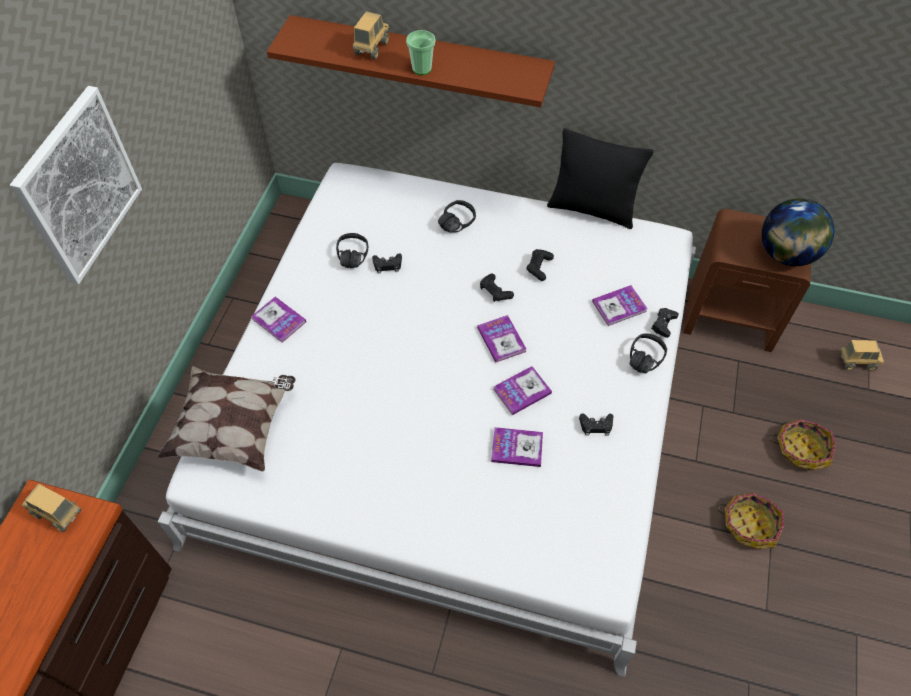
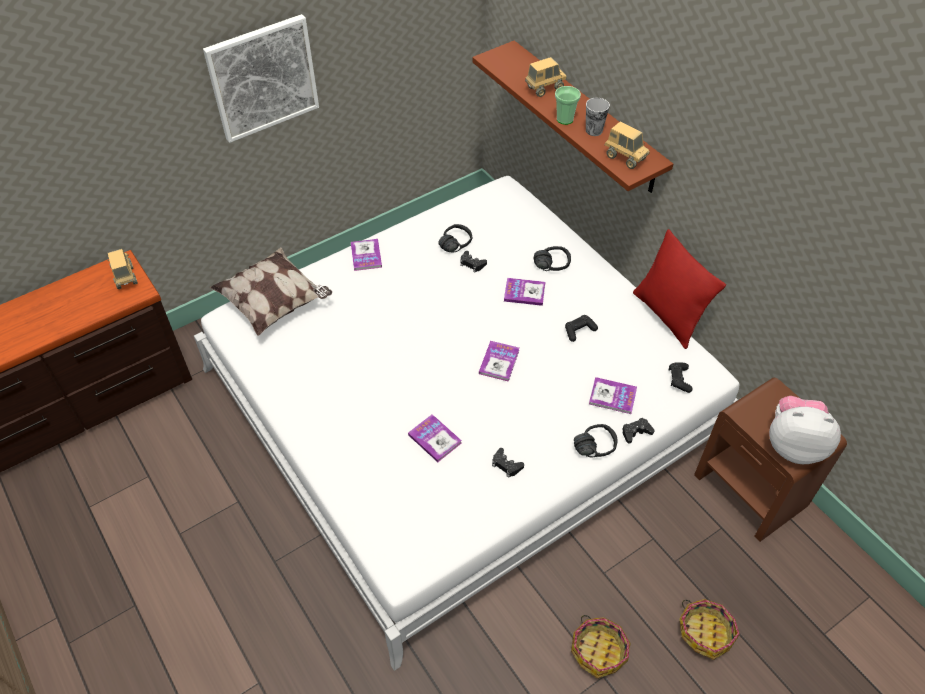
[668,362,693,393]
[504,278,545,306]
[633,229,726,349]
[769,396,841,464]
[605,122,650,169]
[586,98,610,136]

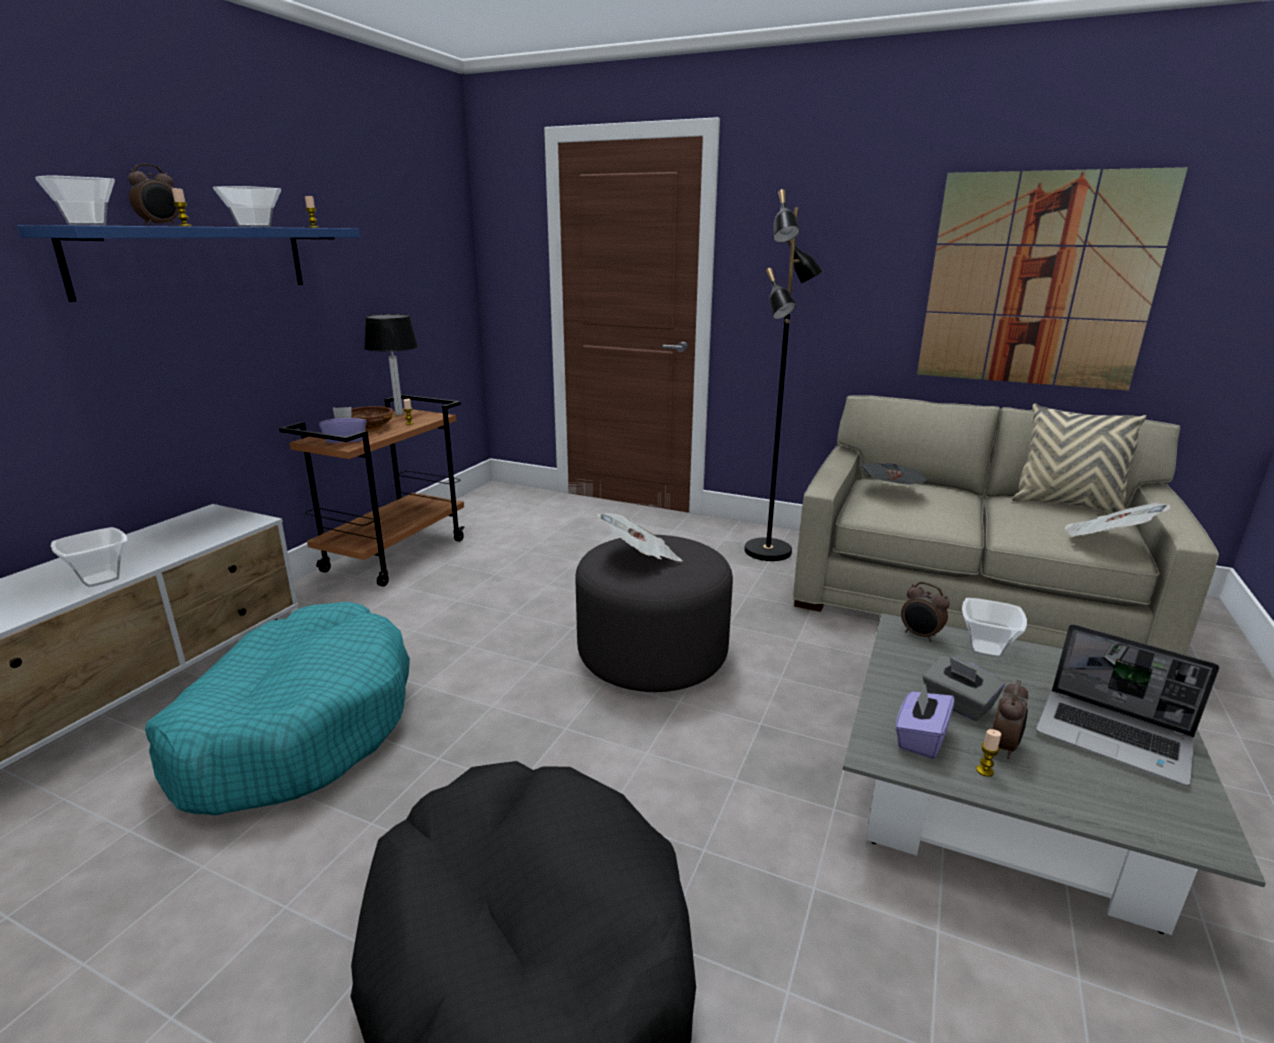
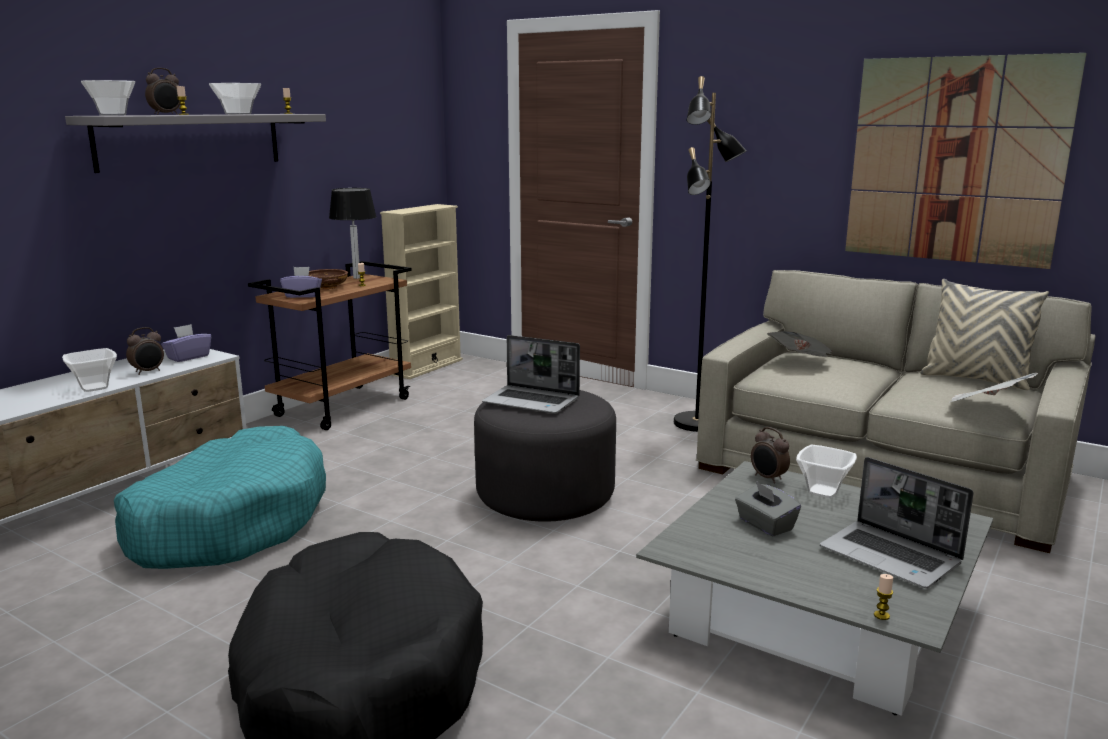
[65,114,326,173]
[482,335,580,414]
[161,324,211,362]
[874,574,893,620]
[126,327,164,375]
[380,204,463,379]

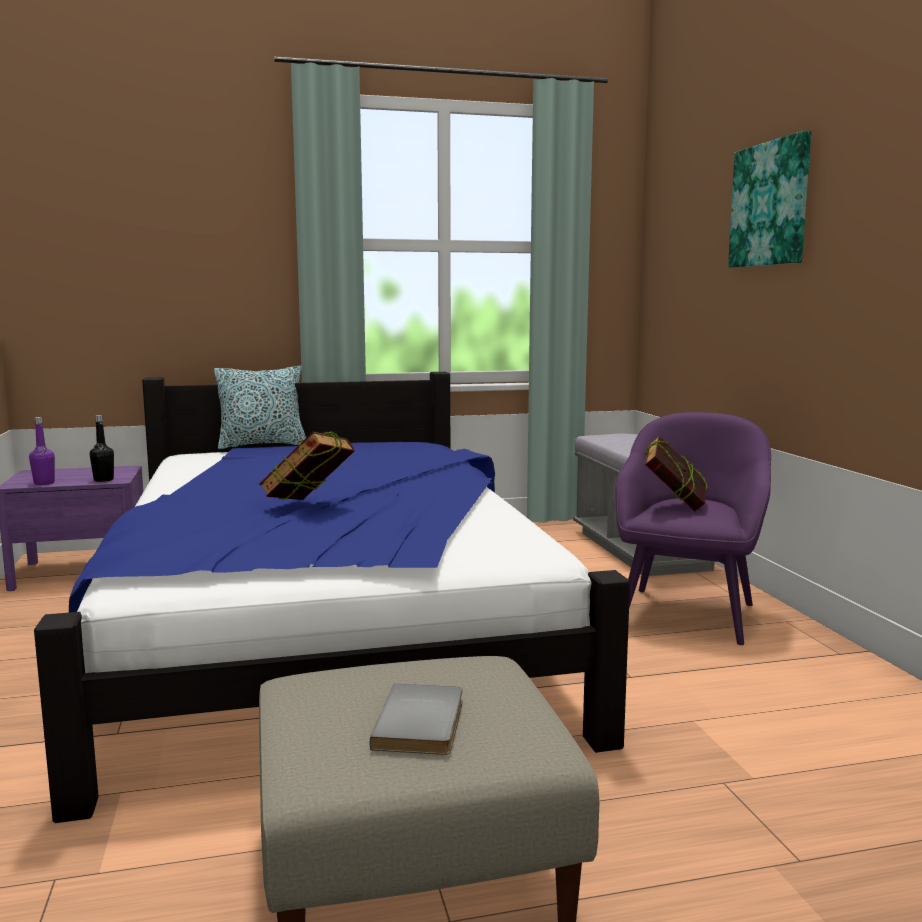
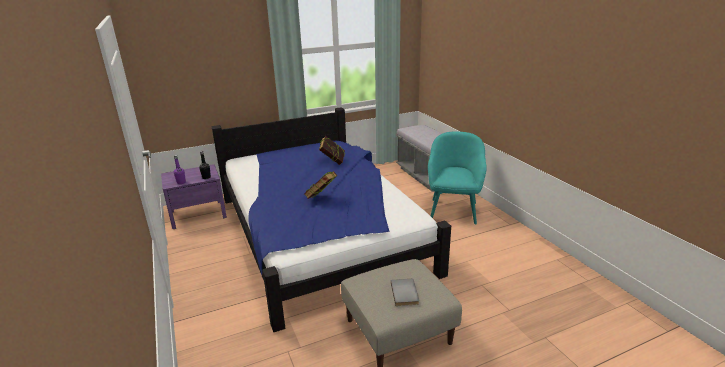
[214,365,306,450] (first image)
[428,131,487,224]
[319,136,345,165]
[728,131,811,268] (first image)

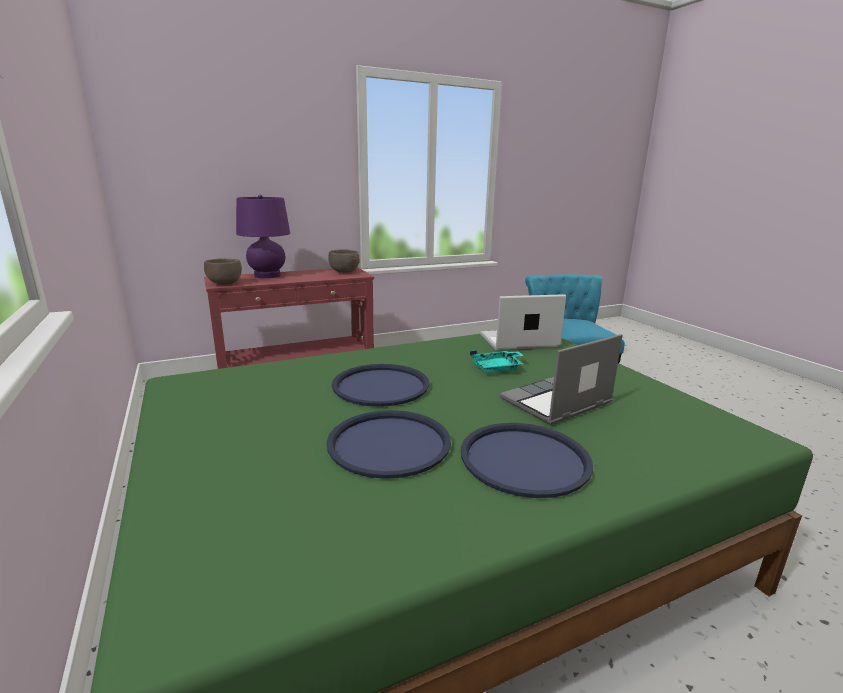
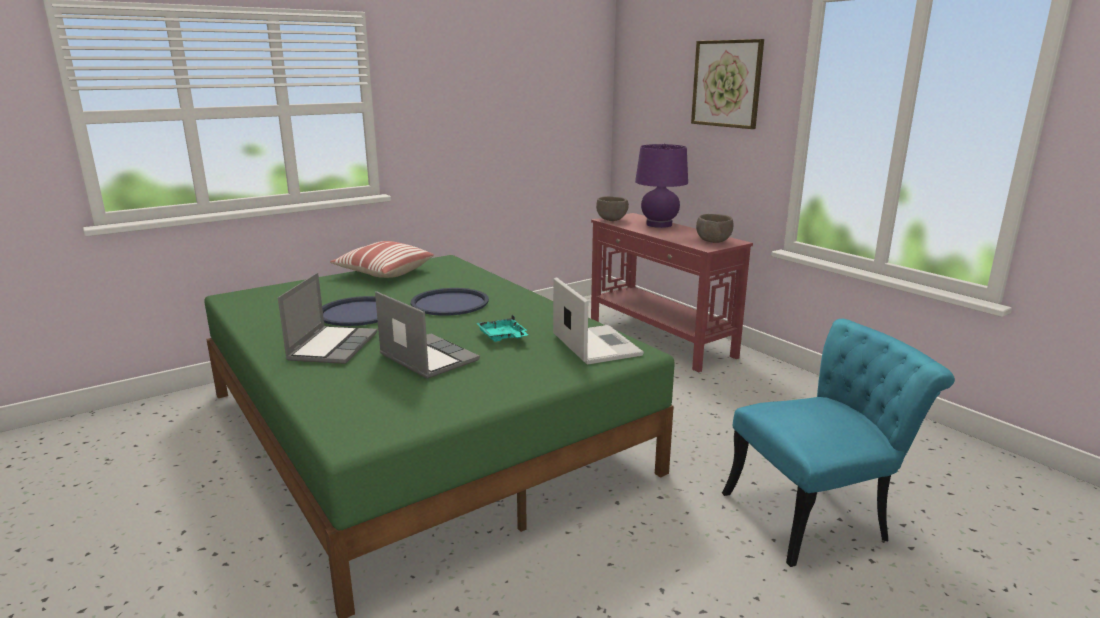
[278,273,377,364]
[330,241,434,278]
[691,39,764,129]

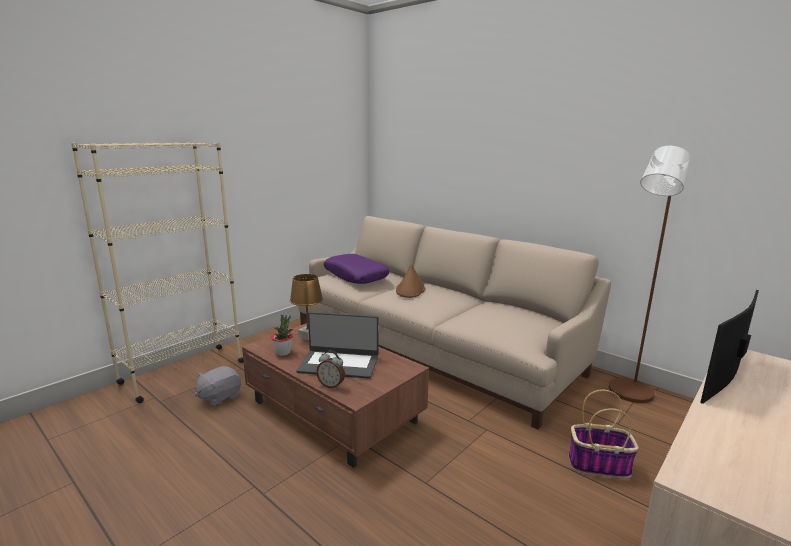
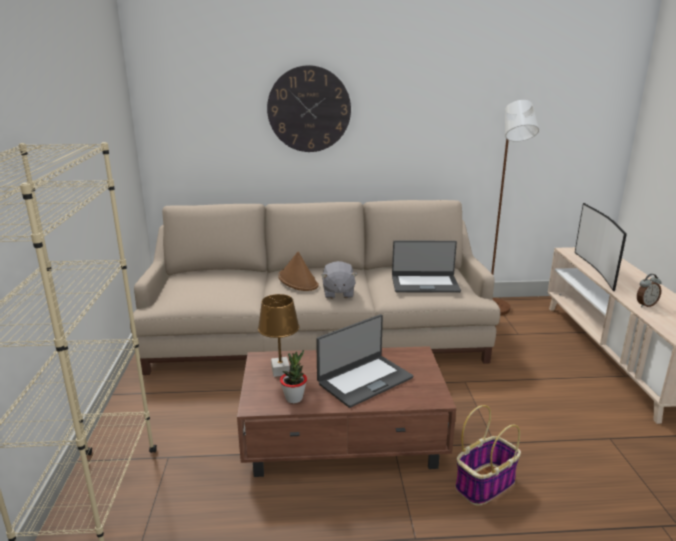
[321,261,358,299]
[637,274,661,307]
[324,254,389,284] (first image)
[455,405,521,506]
[267,65,351,152]
[392,241,461,293]

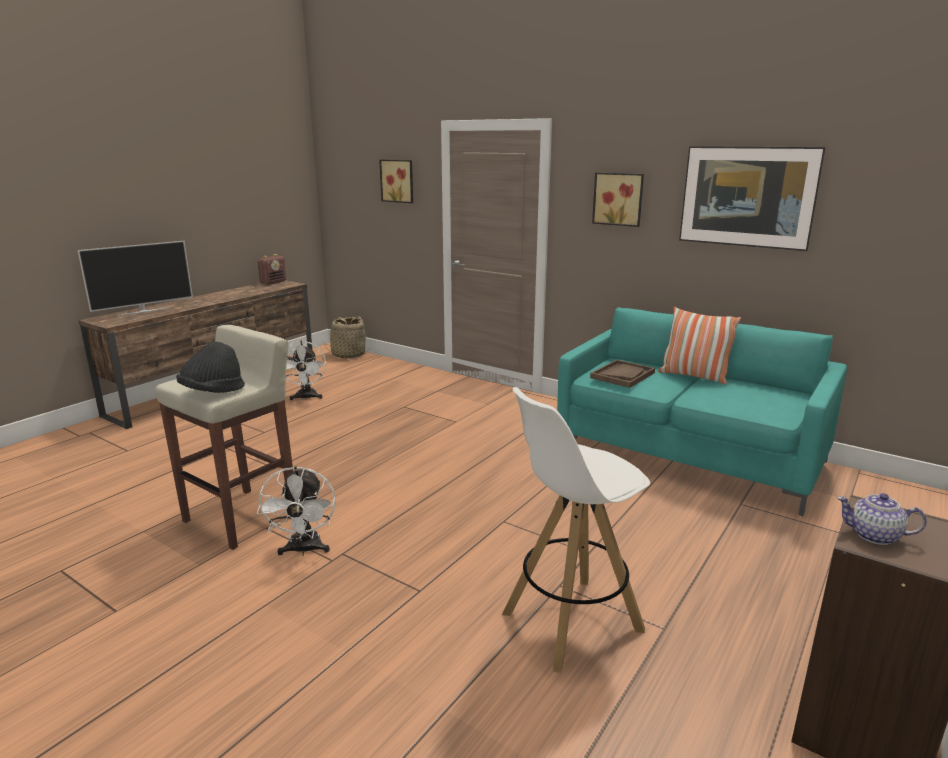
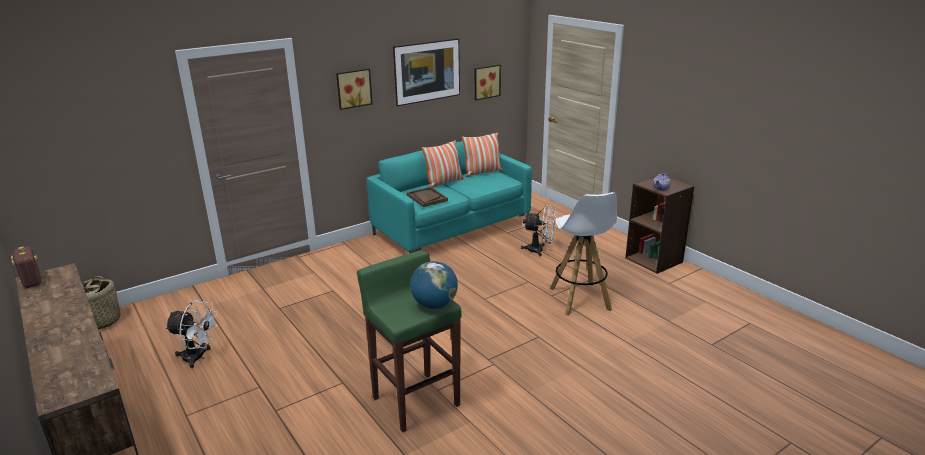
[77,241,193,316] (first image)
[357,251,462,432]
[410,261,458,309]
[521,205,556,256]
[475,65,501,100]
[462,132,503,177]

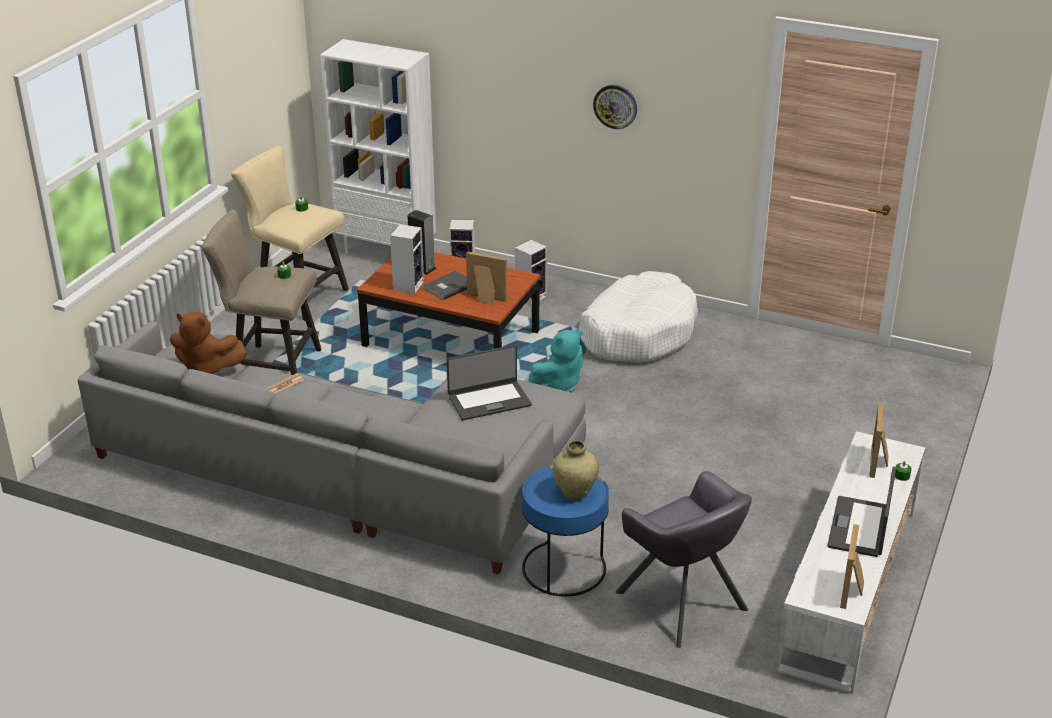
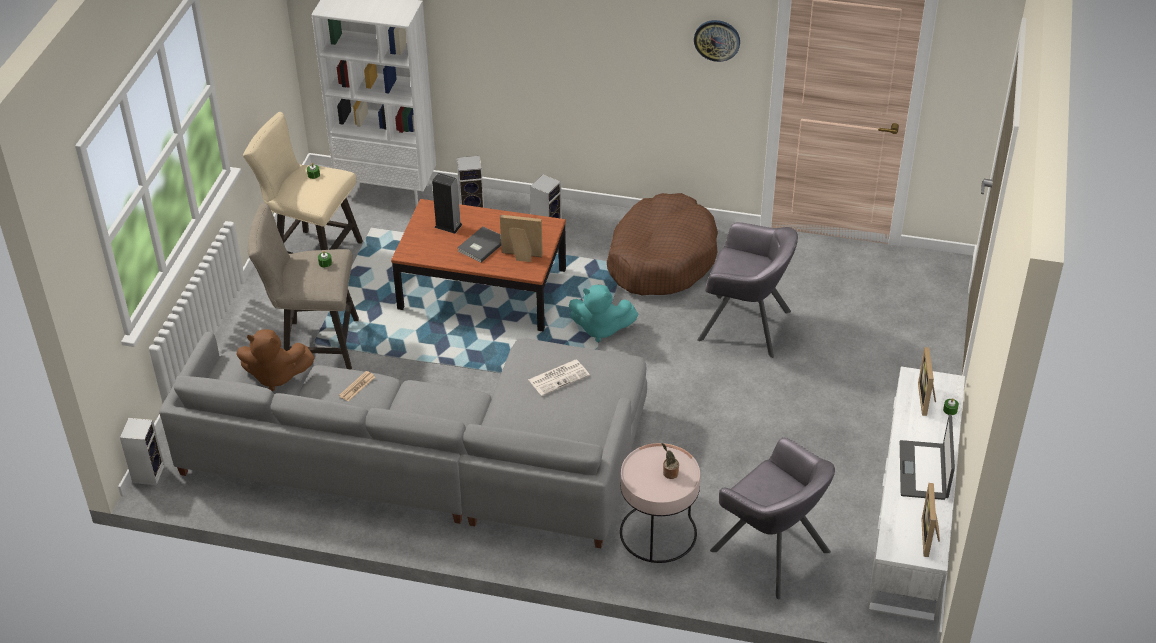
[120,418,165,485]
[528,360,590,396]
[620,443,700,563]
[568,285,638,342]
[661,443,679,479]
[607,193,718,295]
[694,20,740,62]
[697,222,798,358]

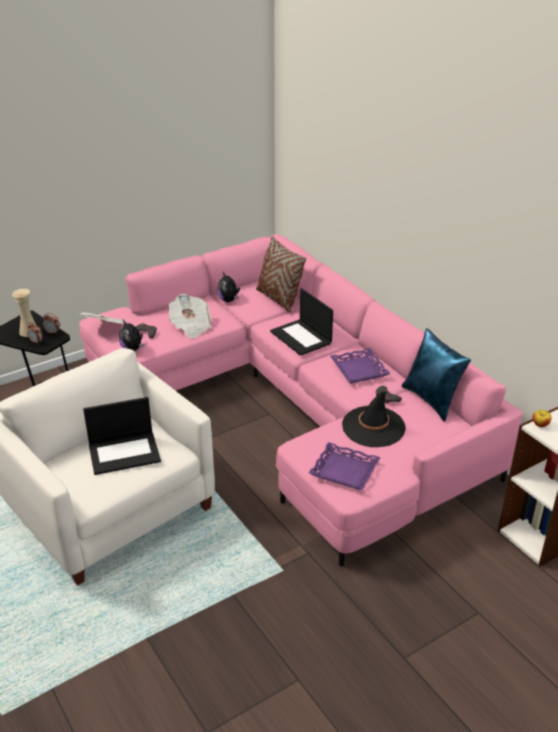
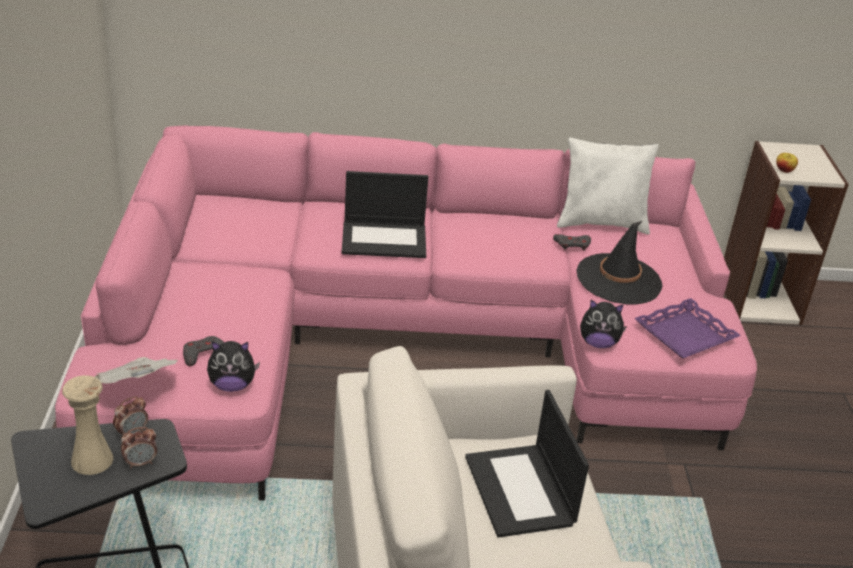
[465,390,589,538]
[169,294,212,339] (first image)
[580,300,627,348]
[256,236,307,312] (first image)
[330,348,391,383] (first image)
[557,137,659,235]

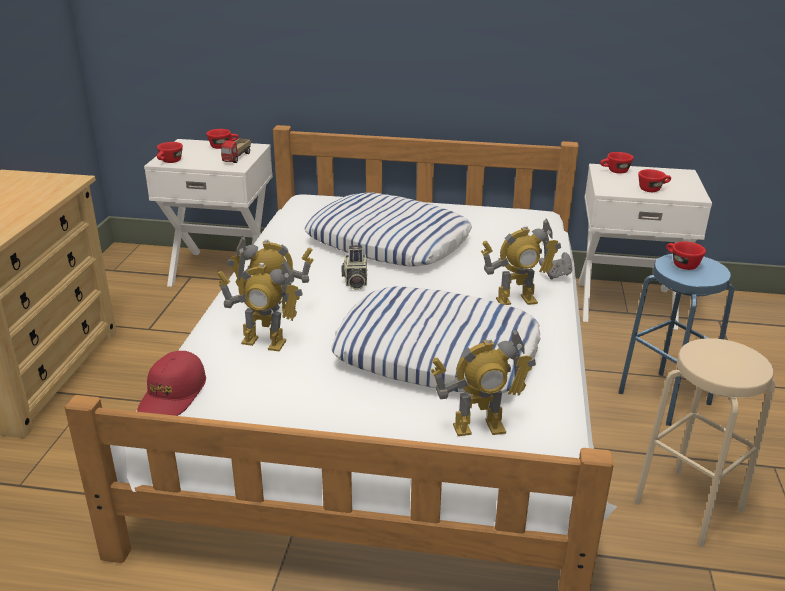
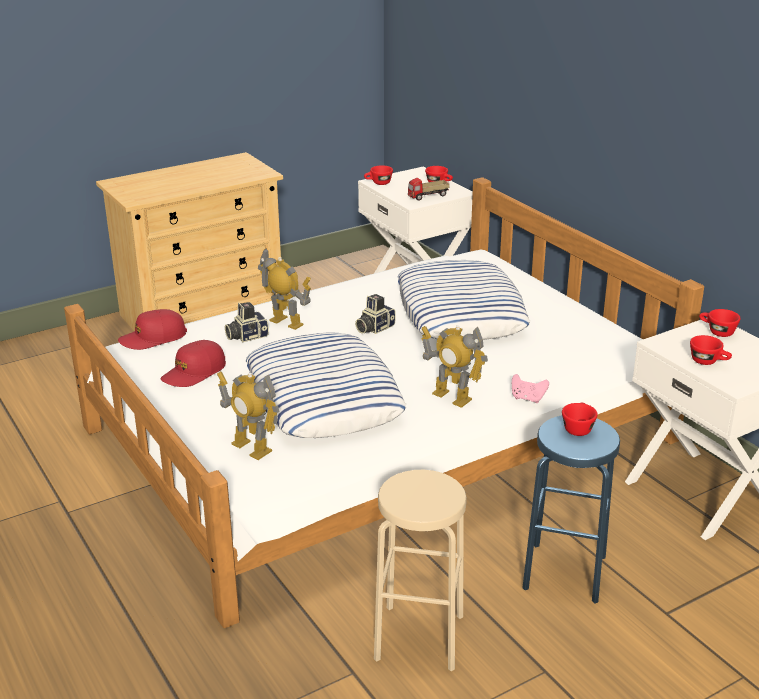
[225,302,269,342]
[512,374,549,403]
[161,340,226,387]

